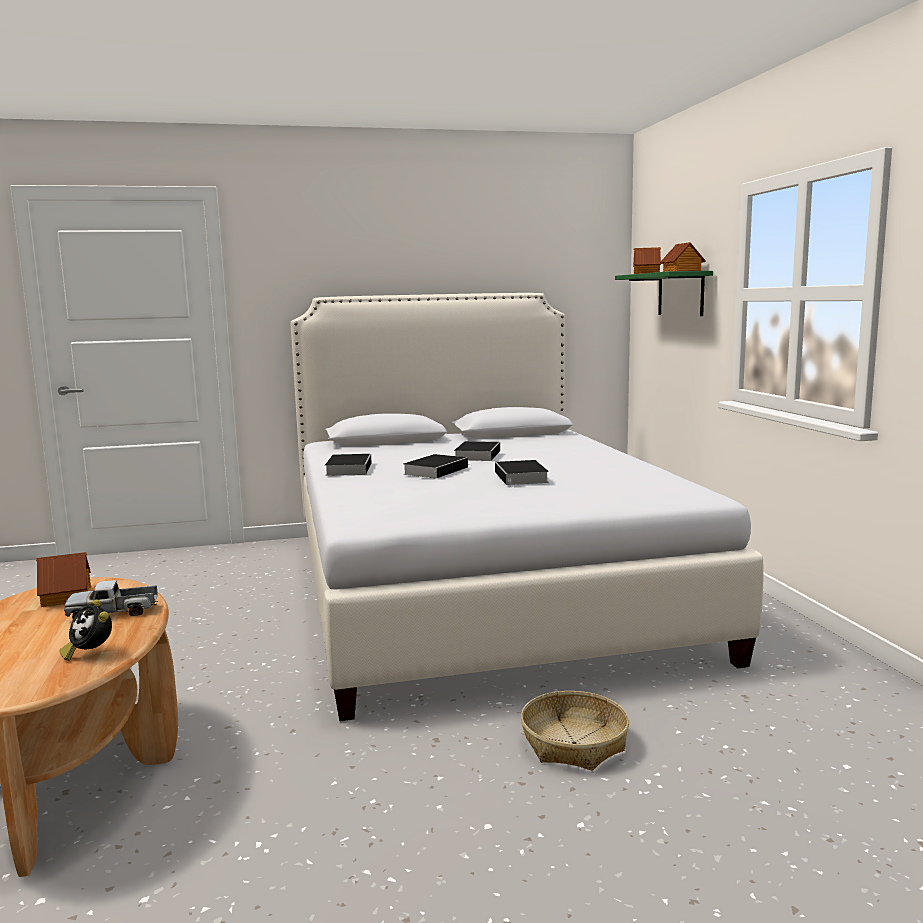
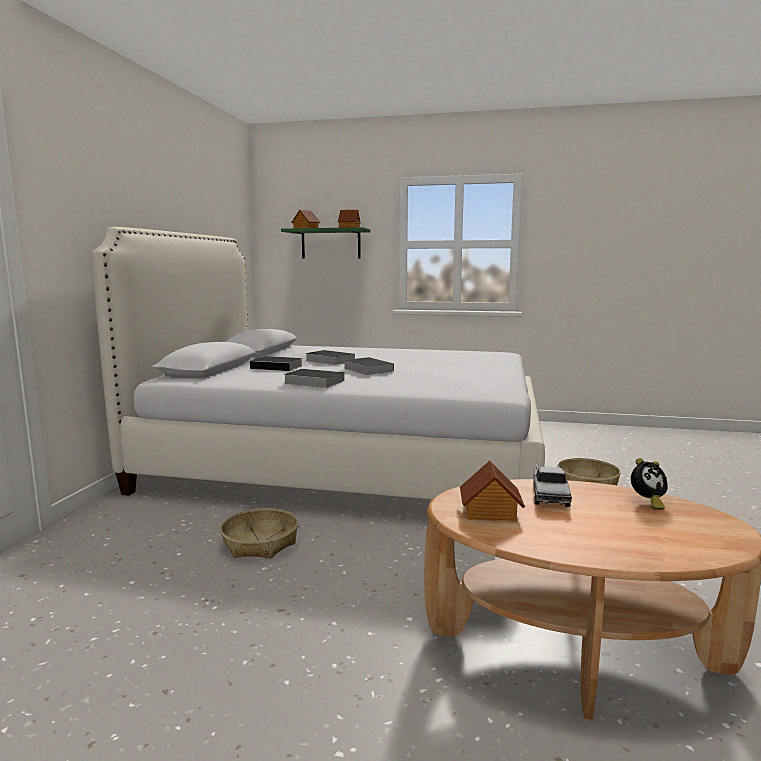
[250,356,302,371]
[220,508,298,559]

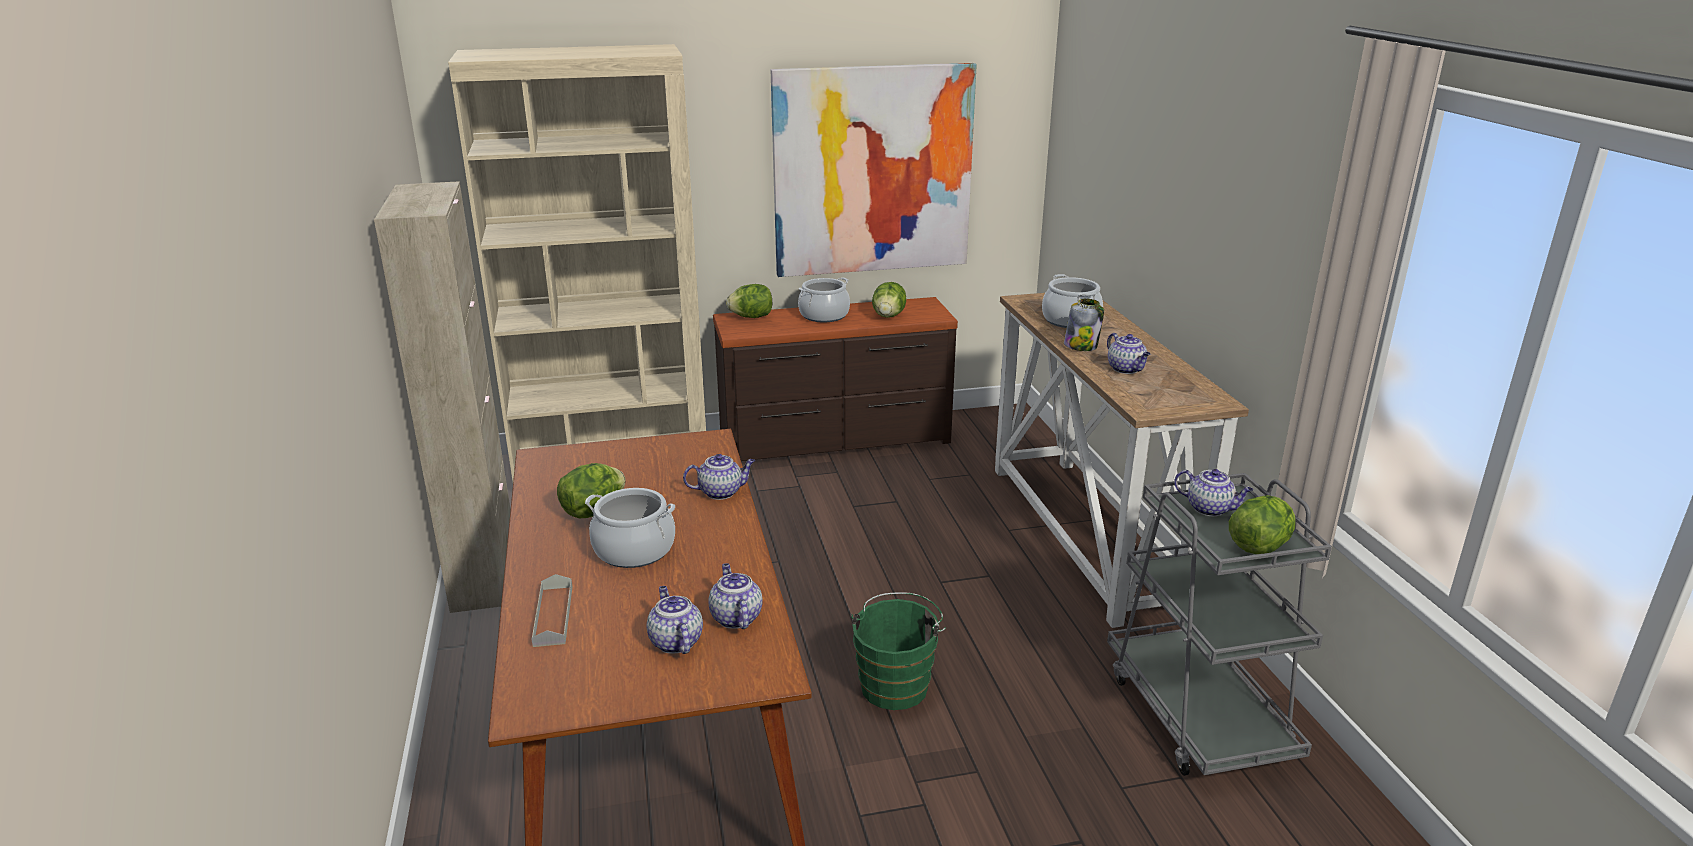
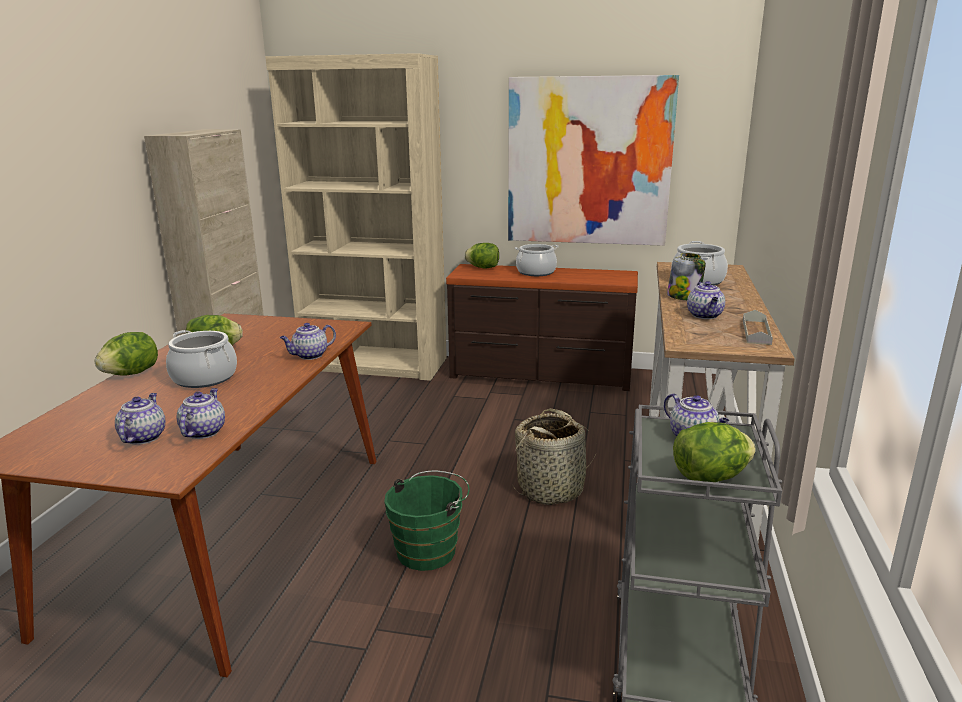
[743,310,773,345]
[280,323,336,360]
[95,332,158,376]
[512,409,597,505]

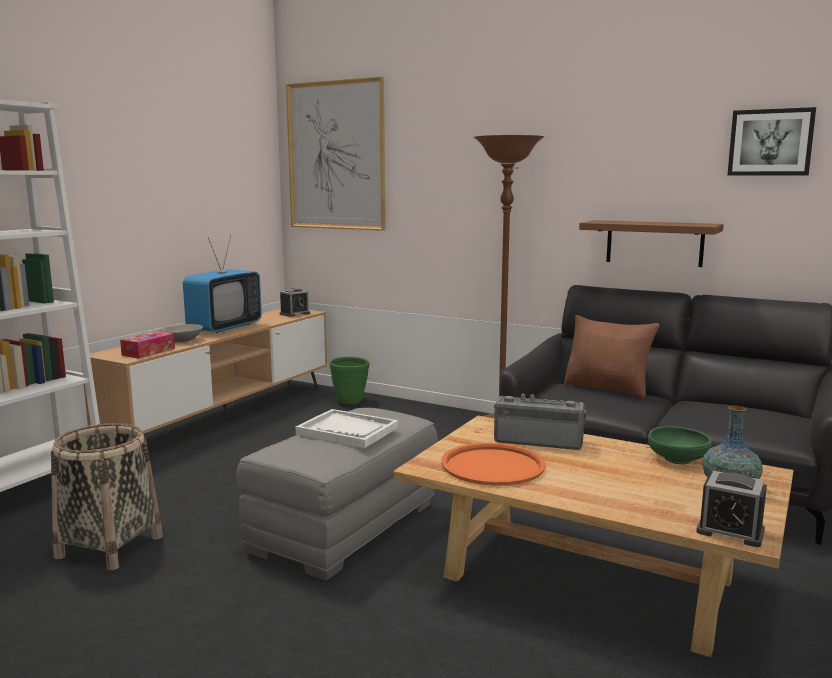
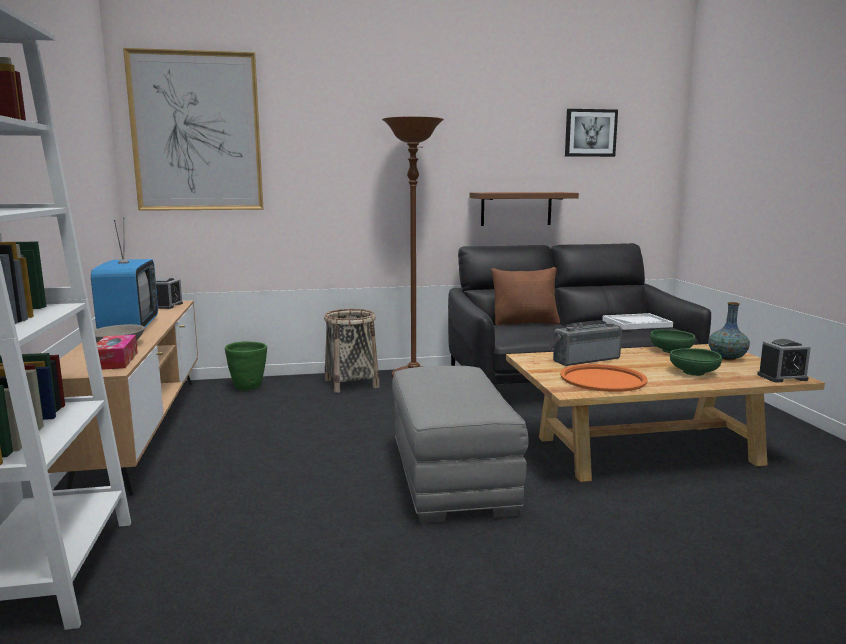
[324,309,379,393]
[602,313,673,330]
[670,348,722,376]

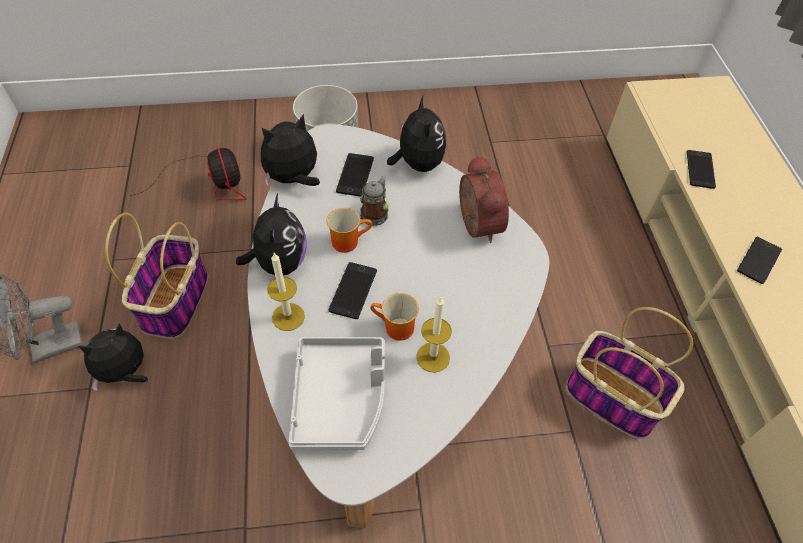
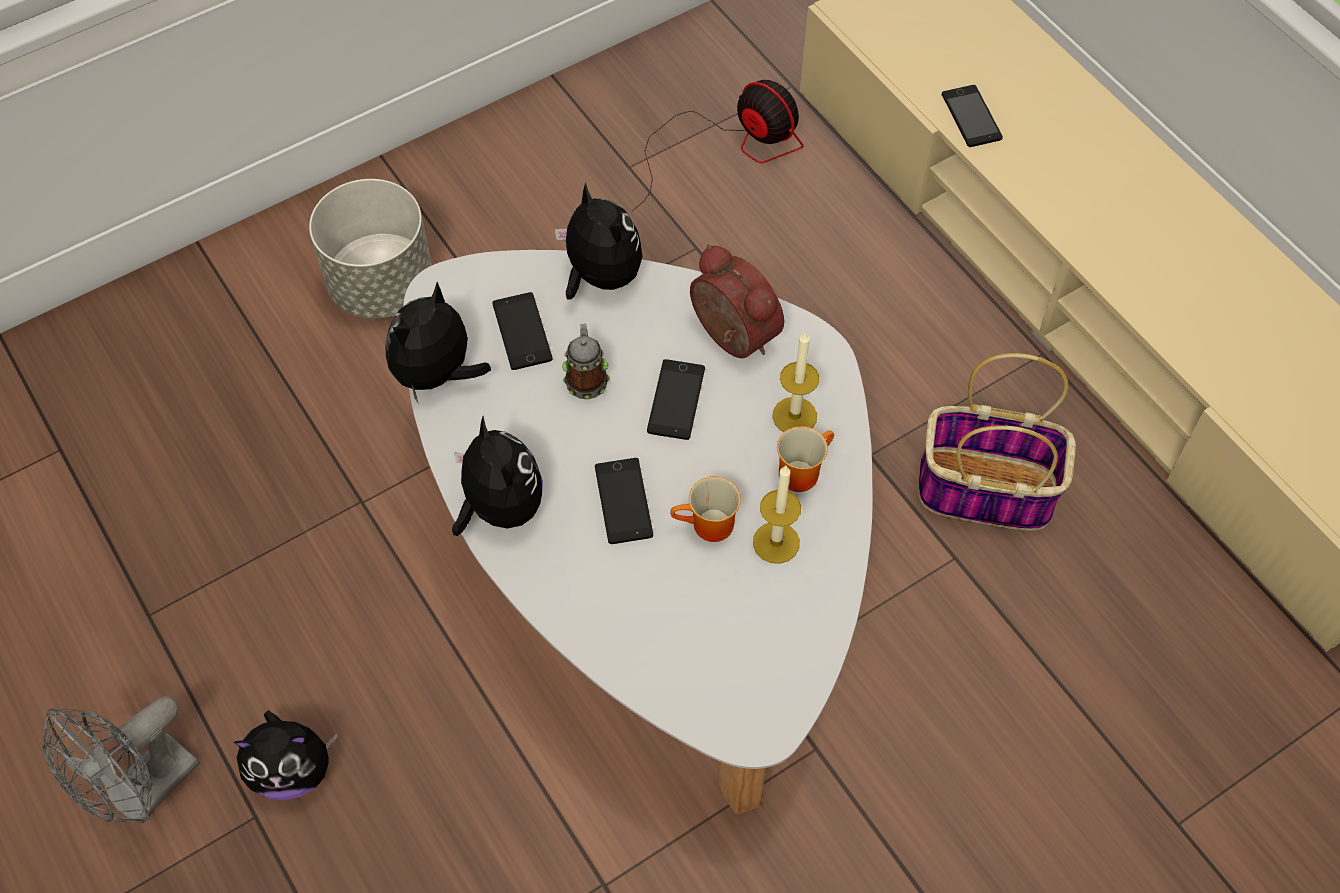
[234,710,337,800]
[105,213,208,339] (first image)
[632,80,804,211]
[772,332,819,432]
[289,337,385,450] (first image)
[777,426,834,492]
[647,359,705,440]

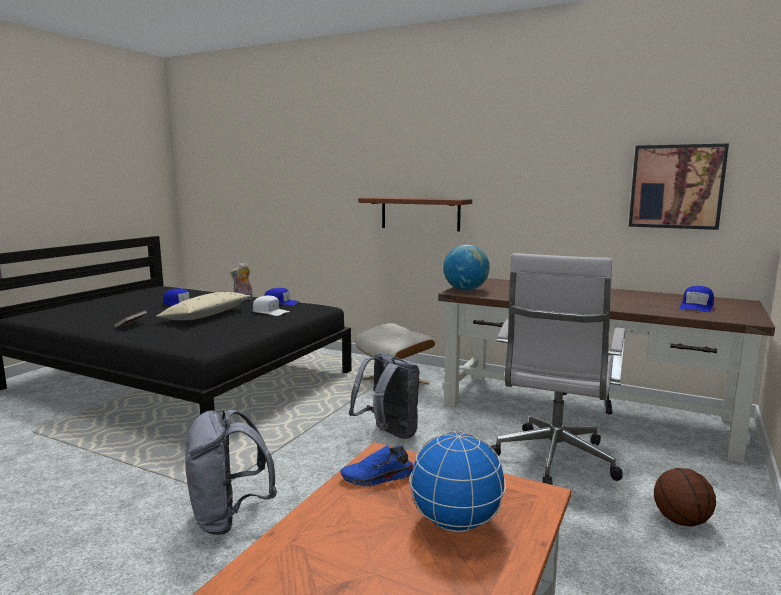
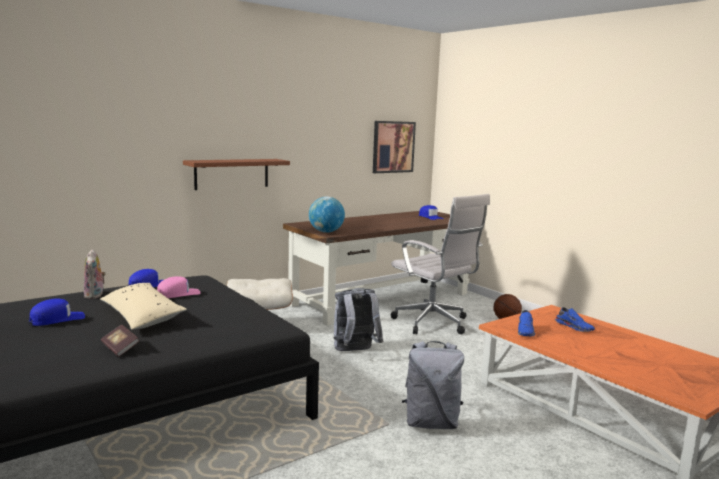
[157,276,201,298]
[555,307,595,332]

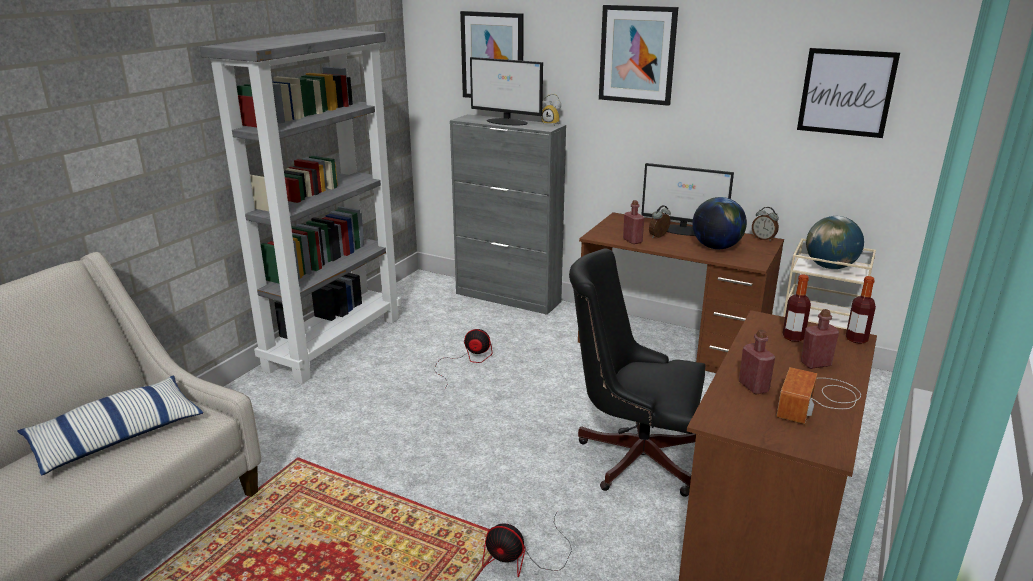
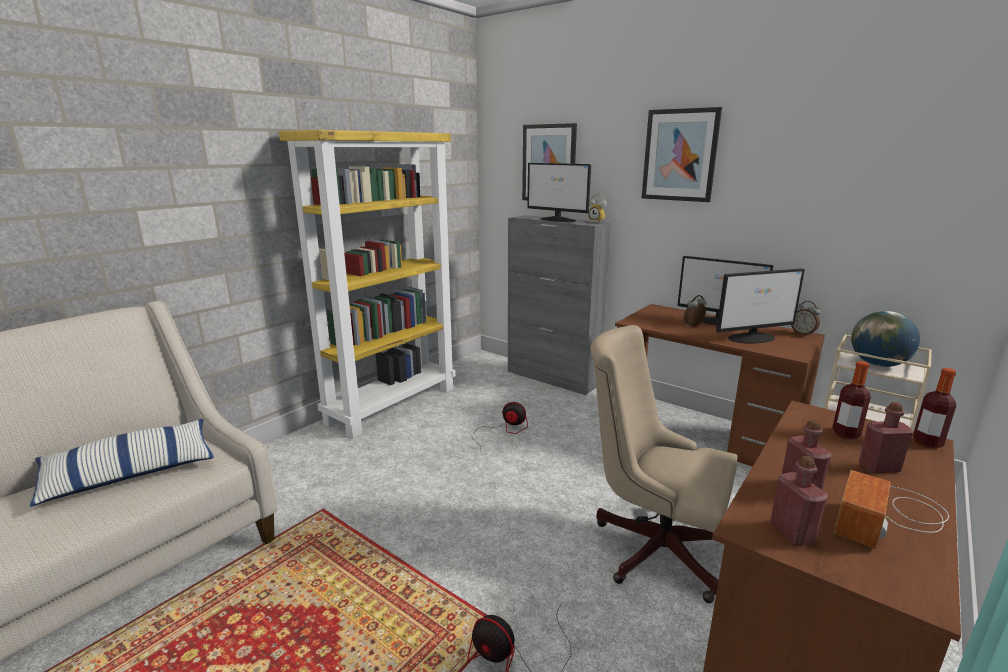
[279,130,456,439]
[590,325,738,603]
[770,456,828,546]
[716,268,805,343]
[797,48,900,138] (first image)

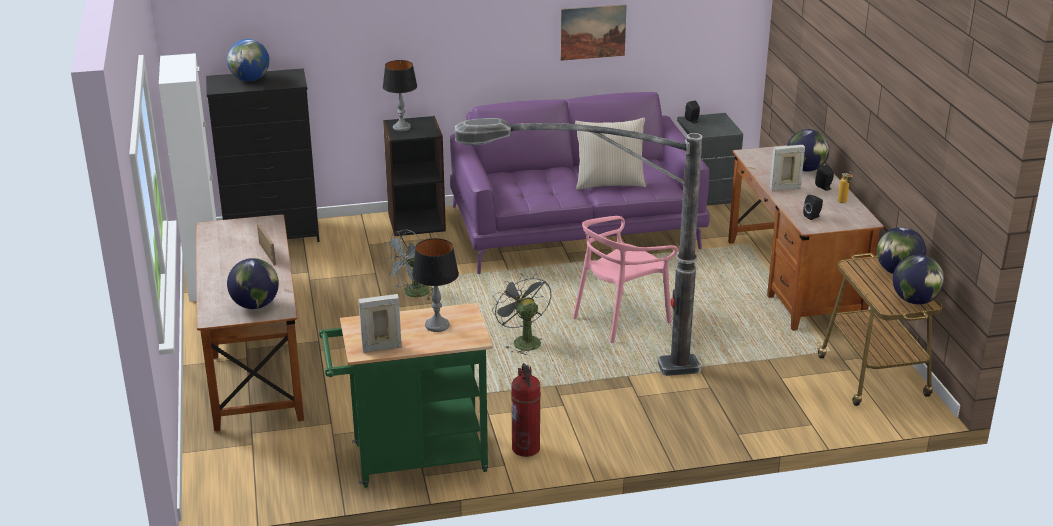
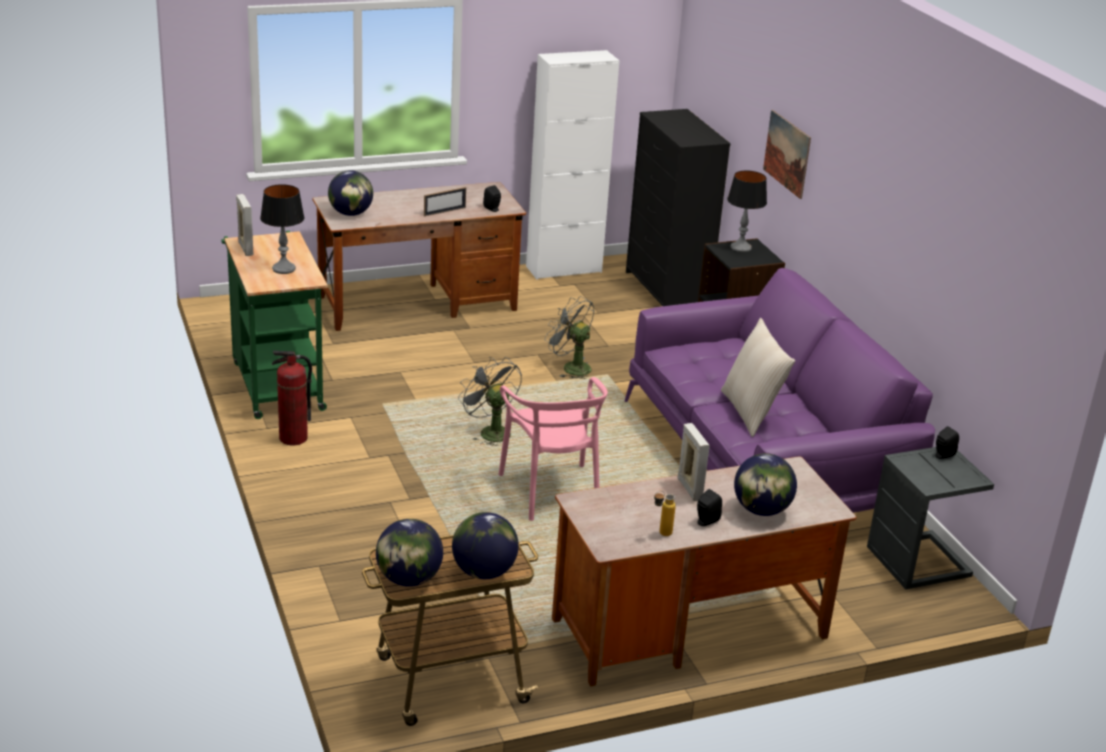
[227,39,270,81] (first image)
[455,118,702,376] (first image)
[458,357,522,446]
[763,110,811,199]
[499,377,608,521]
[483,185,501,212]

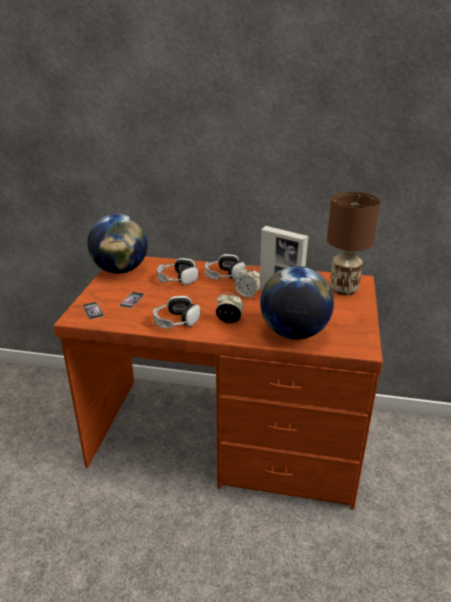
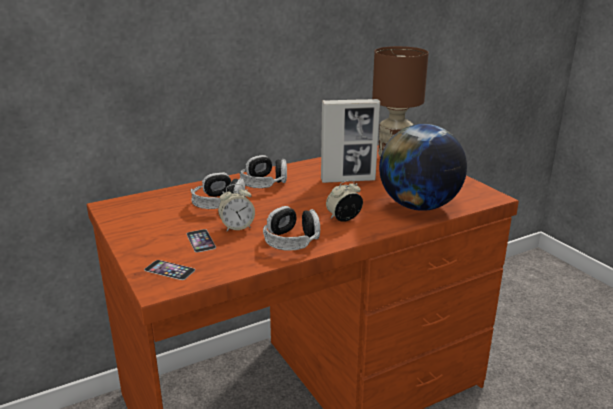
[87,214,148,274] (first image)
[218,184,255,232]

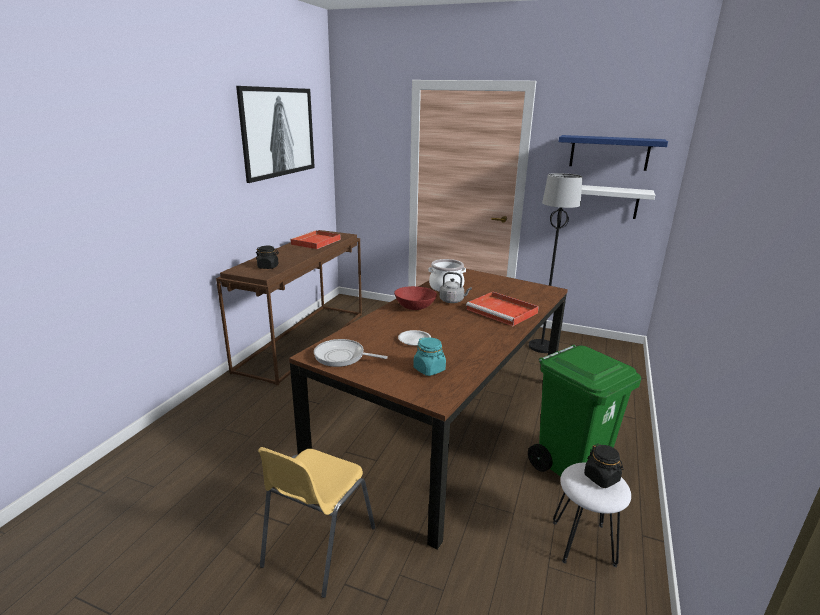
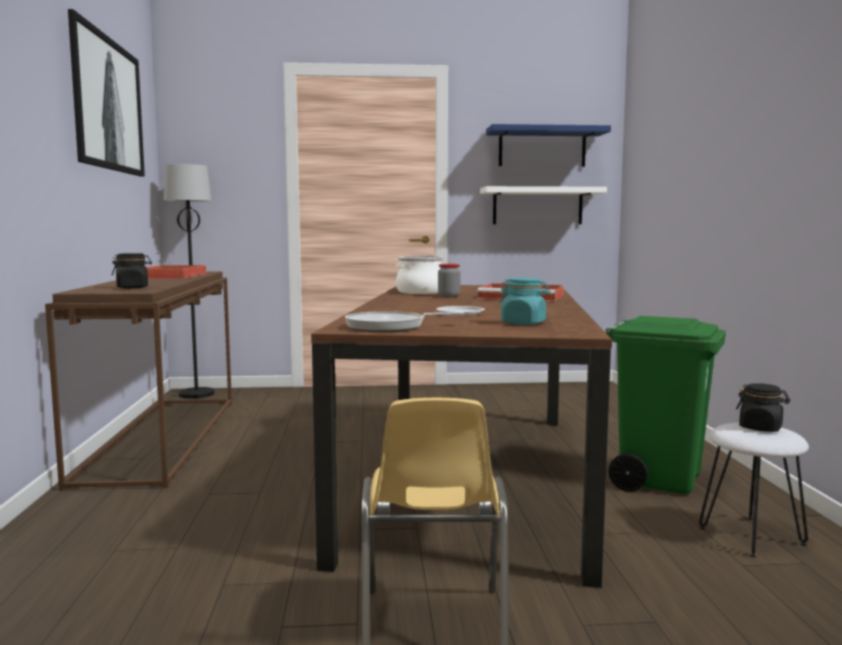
[394,286,437,310] (first image)
[438,264,460,297]
[164,164,214,399]

